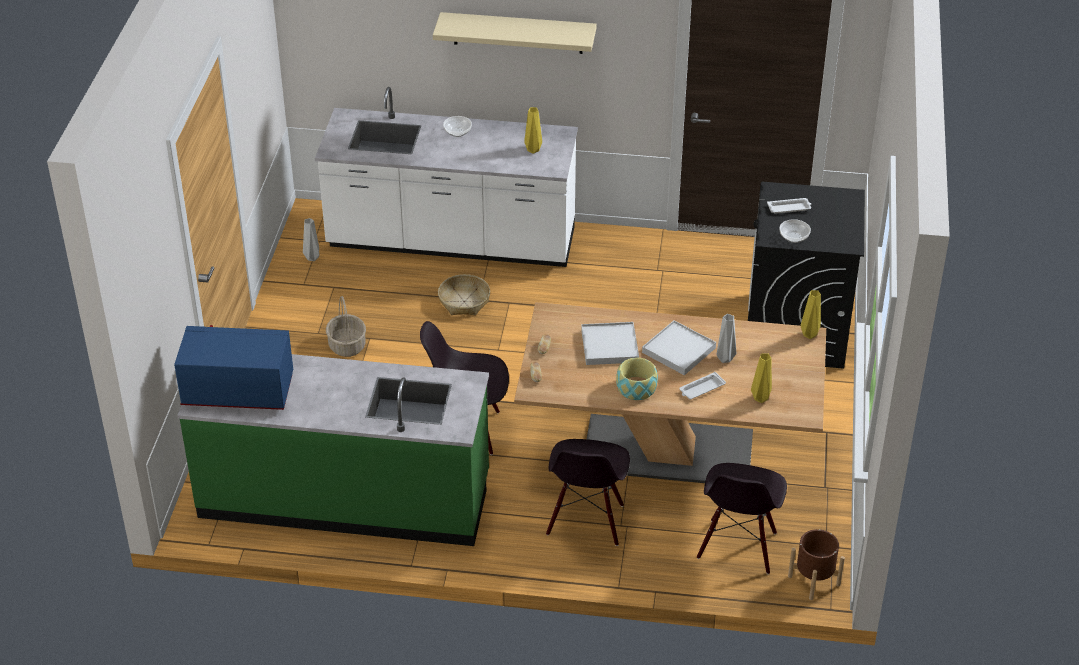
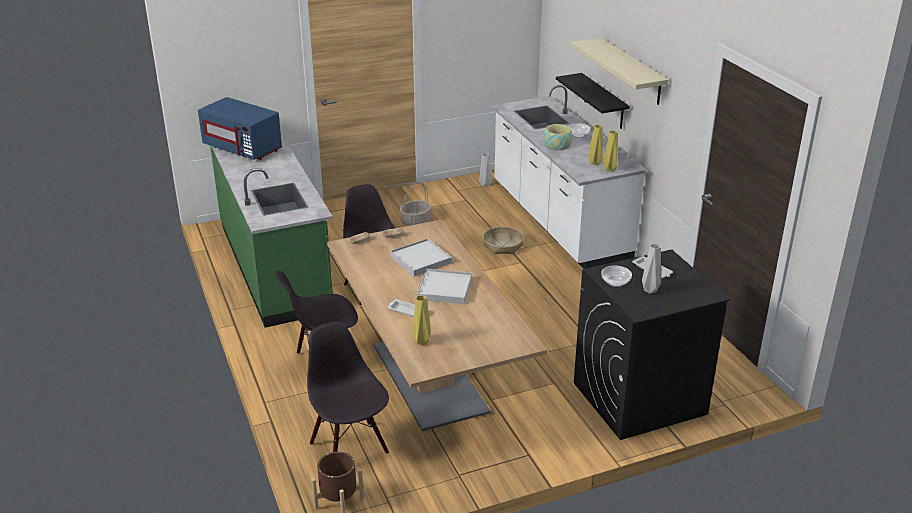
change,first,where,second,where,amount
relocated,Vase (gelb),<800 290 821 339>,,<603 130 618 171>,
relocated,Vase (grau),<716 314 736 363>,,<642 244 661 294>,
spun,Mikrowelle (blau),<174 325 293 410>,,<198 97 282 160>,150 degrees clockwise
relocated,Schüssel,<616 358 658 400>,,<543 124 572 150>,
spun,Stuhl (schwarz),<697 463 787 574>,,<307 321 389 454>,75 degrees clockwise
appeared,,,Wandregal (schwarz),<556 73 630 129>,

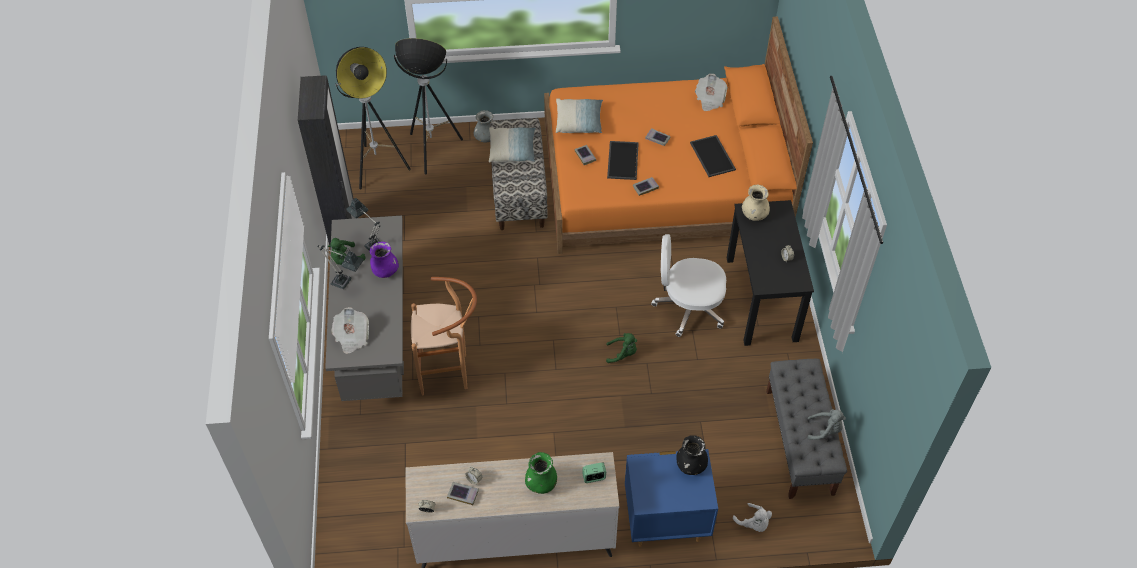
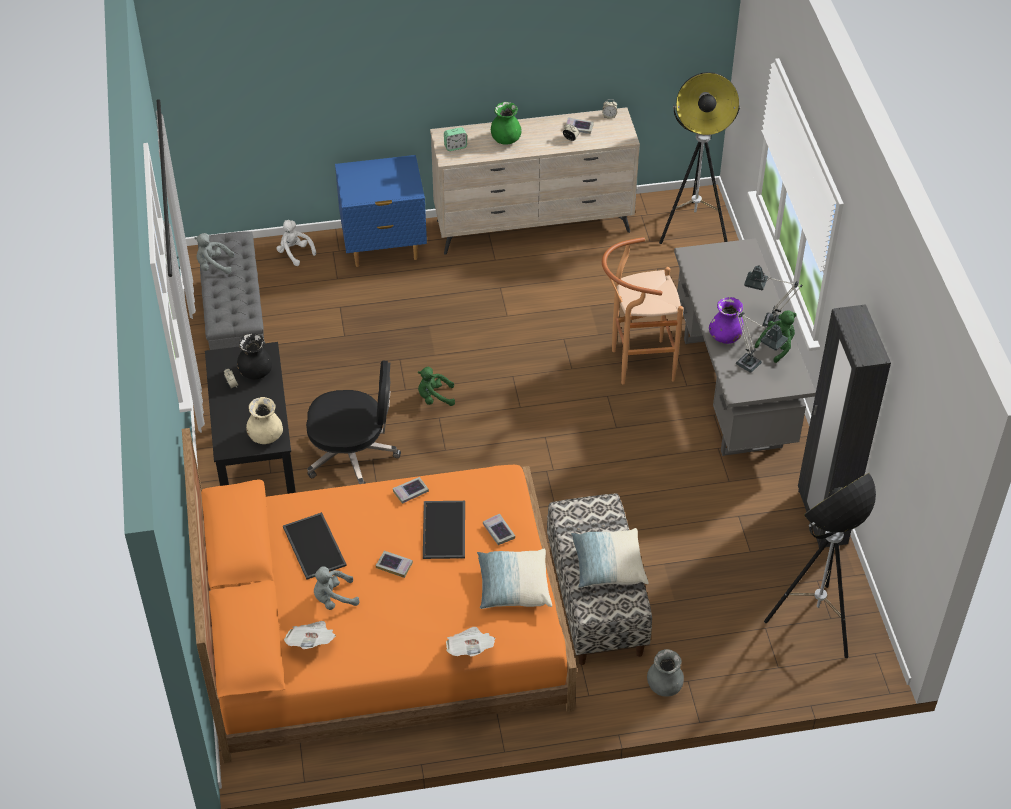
change,first,where,second,where,amount
relocated,Stehlampe,<393 38 463 175>,,<659 72 740 244>,
colour,Bürostuhl (weiß),<651 234 726 337>,Bürostuhl (schwarz),<306 361 401 484>,
relocated,Zeitung,<331 307 369 354>,,<446 627 496 657>,
relocated,Vase (schwarz),<676 435 708 475>,,<237 333 272 379>,
appeared,,,Plüschtier (grau),<312 566 360 610>,

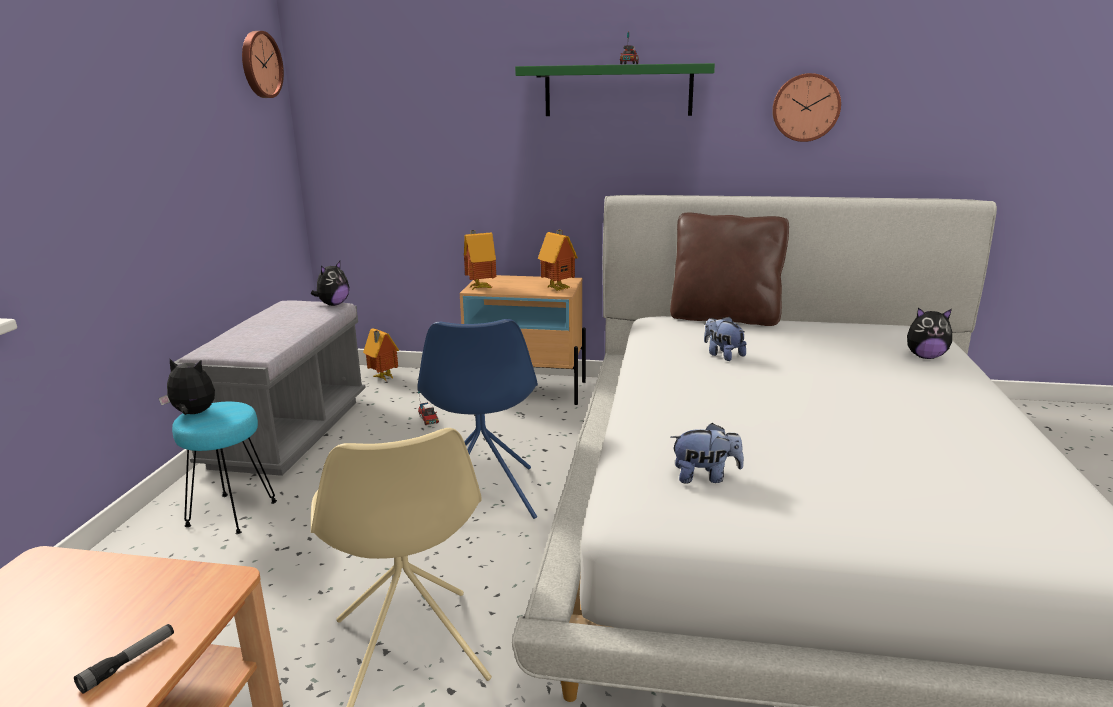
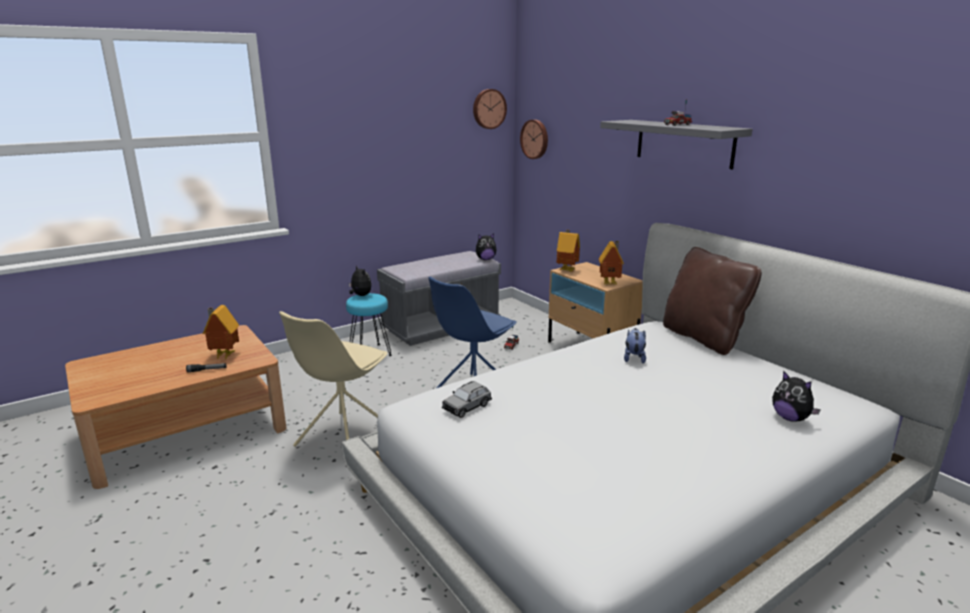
change,first,where,second,where,amount
colour,Wandregal (grün),<515 63 715 116>,Wandregal (grau),<600 120 753 169>,
relocated,Wanduhr,<772 73 841 142>,,<520 120 548 159>,
relocated,Spielzeughaus,<363 328 399 382>,,<203 305 239 360>,
exchanged,Plüschtier,<670 423 744 484>,Spielzeugauto (grau),<442 381 492 418>,

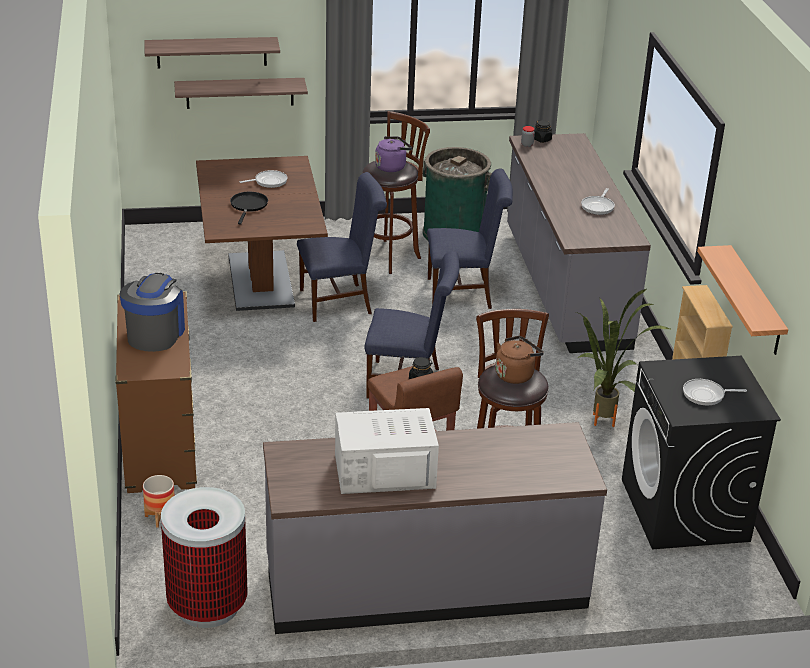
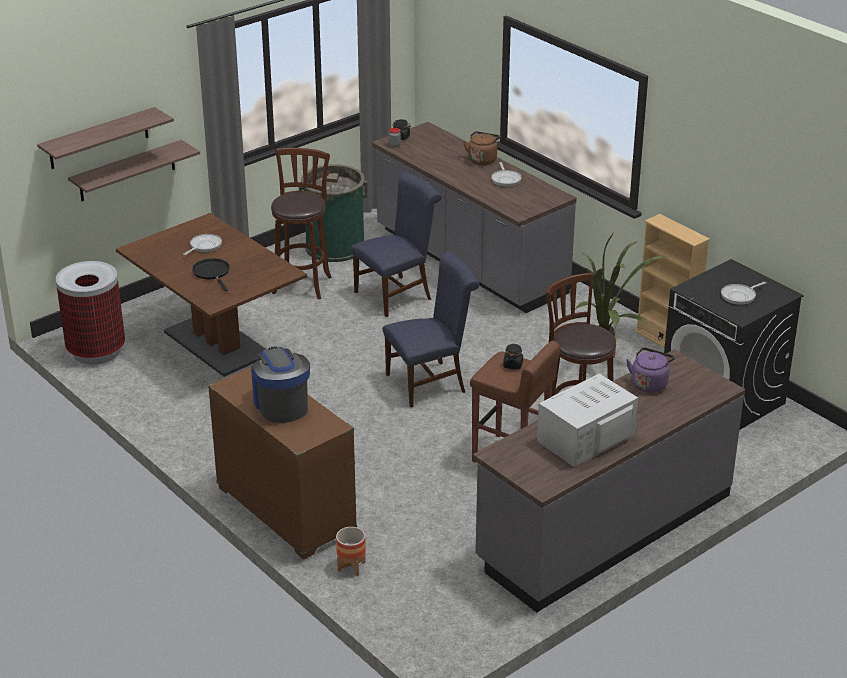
change,first,where,second,where,amount
relocated,Wasserkessel (lila),<375 136 413 172>,,<626 347 675 393>,
missing,Stuhl (blau),<297 172 387 322>,,,
missing,Wandregal,<697 245 788 355>,,,
relocated,Wasserkessel (braun),<495 336 544 384>,,<463 131 501 165>,
relocated,Mülleimer,<161 487 247 628>,,<56 261 125 365>,

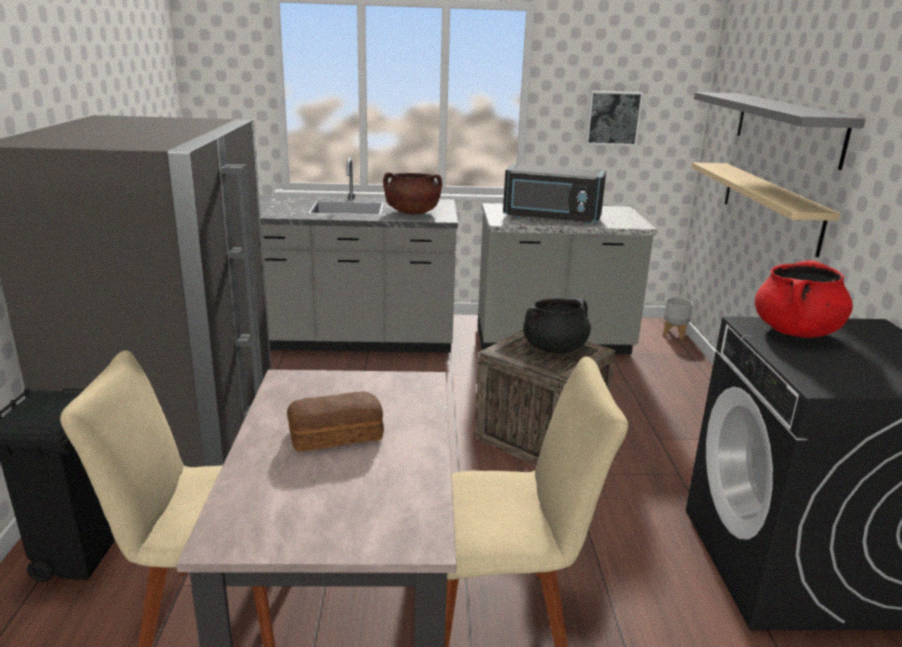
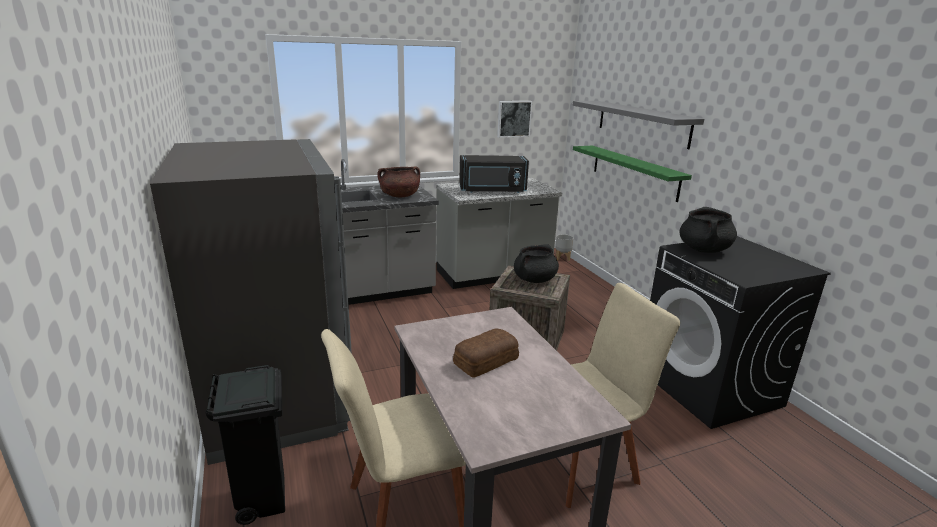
change,first,where,second,where,amount
colour,Wandregal (beige),<692 162 840 257>,Wandregal (grün),<573 146 692 202>,
colour,Kochtopf (rot),<755 260 853 338>,Kochtopf (schwarz),<679 207 737 253>,

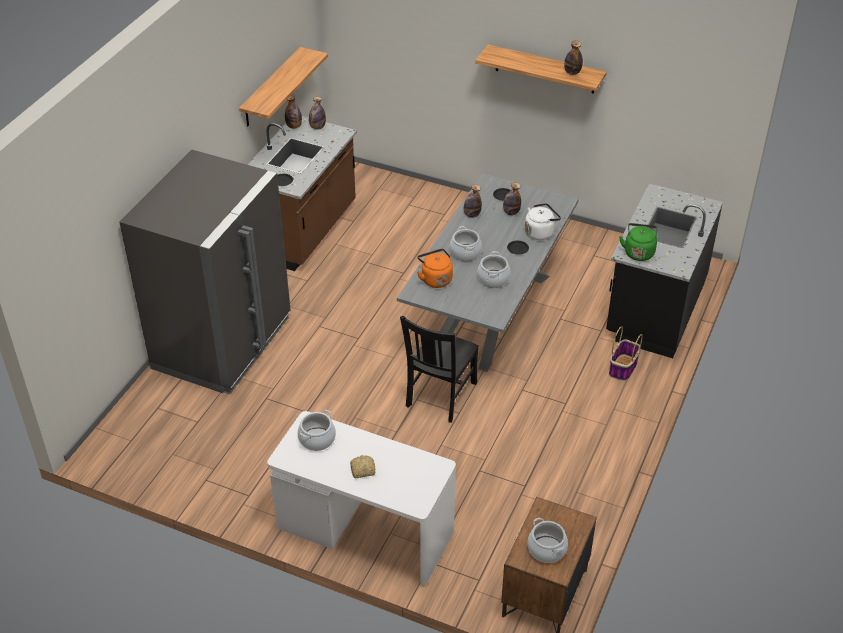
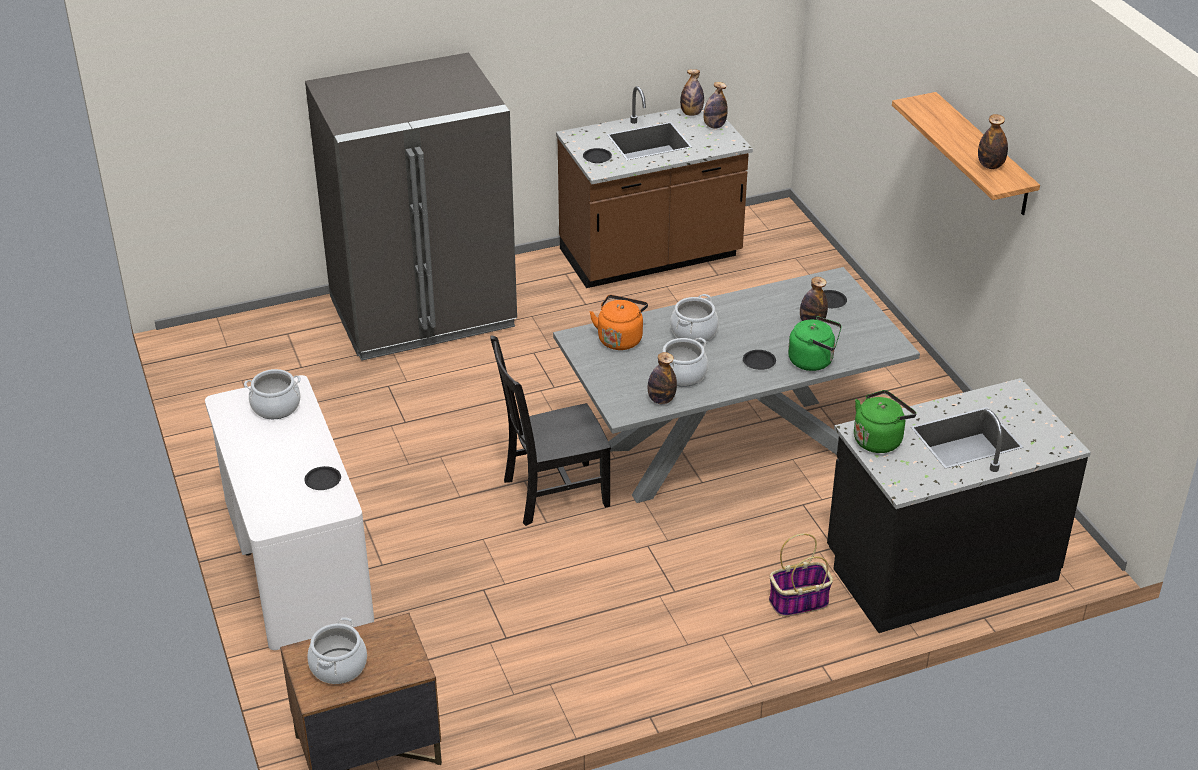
change,first,where,second,where,amount
missing,Wandregal,<239 47 328 126>,,,
relocated,Flasche,<464 185 482 218>,,<648 352 677 404>,
colour,Wasserkessel (weiß),<525 203 561 240>,Wasserkessel (grün),<788 316 842 371>,
missing,Brot,<350 455 375 478>,,,
appeared,,,Teller (schwarz),<304 466 341 490>,

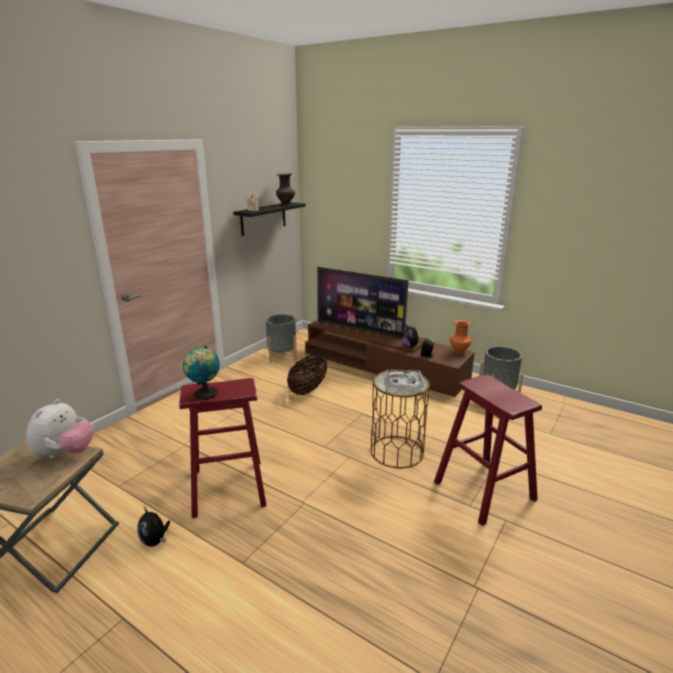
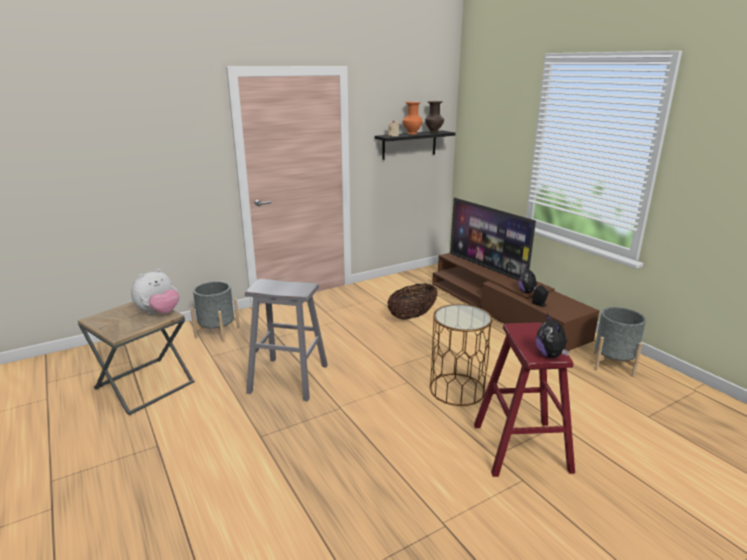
change,first,where,second,where,amount
relocated,Pflanzkübel (grau),<266 314 297 363>,,<190 281 240 342>,
relocated,Vase (orange),<450 320 471 354>,,<403 102 422 134>,
missing,Globus,<183 346 220 399>,,,
missing,Tablett,<386 370 426 388>,,,
colour,Hocker (rot),<179 378 267 518>,Hocker (grau),<245 279 328 401>,
relocated,Plüschtier,<137 507 170 547>,,<536 313 569 358>,

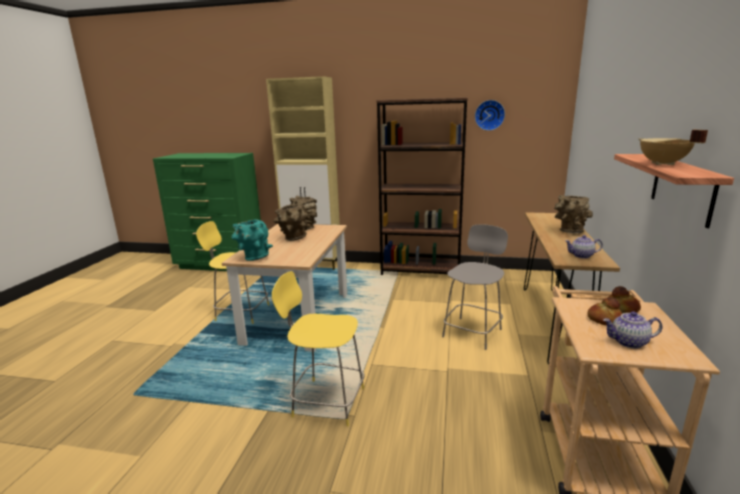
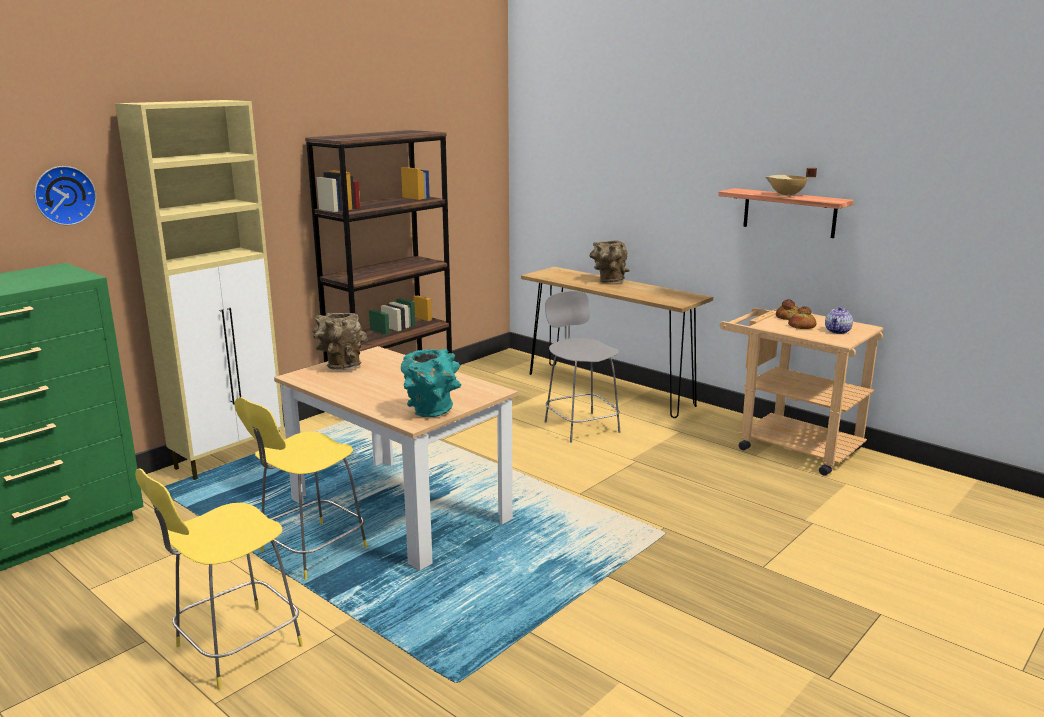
change,first,where,second,where,amount
relocated,Wanduhr,<475 100 505 131>,,<34 166 96 225>,
missing,Vase (braun),<274 204 311 241>,,,
missing,Teekanne,<565 235 603 258>,,,
relocated,Hocker (gelb),<272 271 365 427>,,<135 468 303 690>,

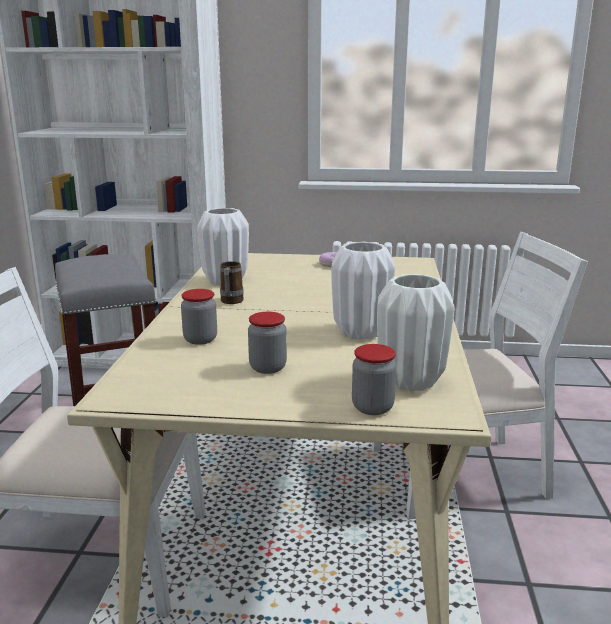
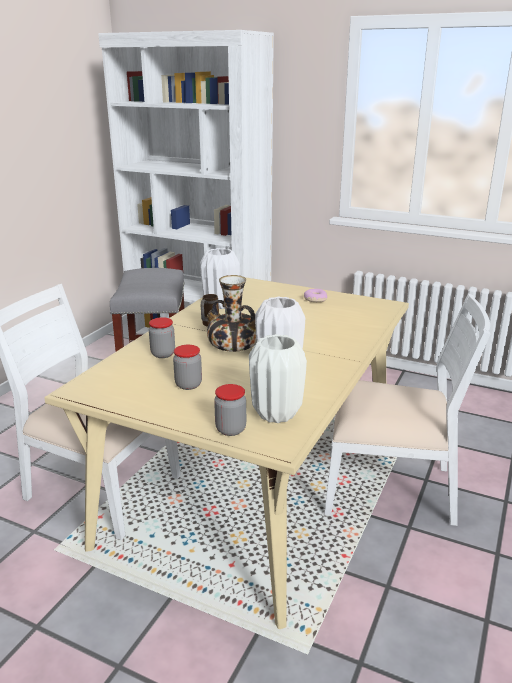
change,first,where,second,where,amount
appeared,,,Vase,<207 275 257 352>,

